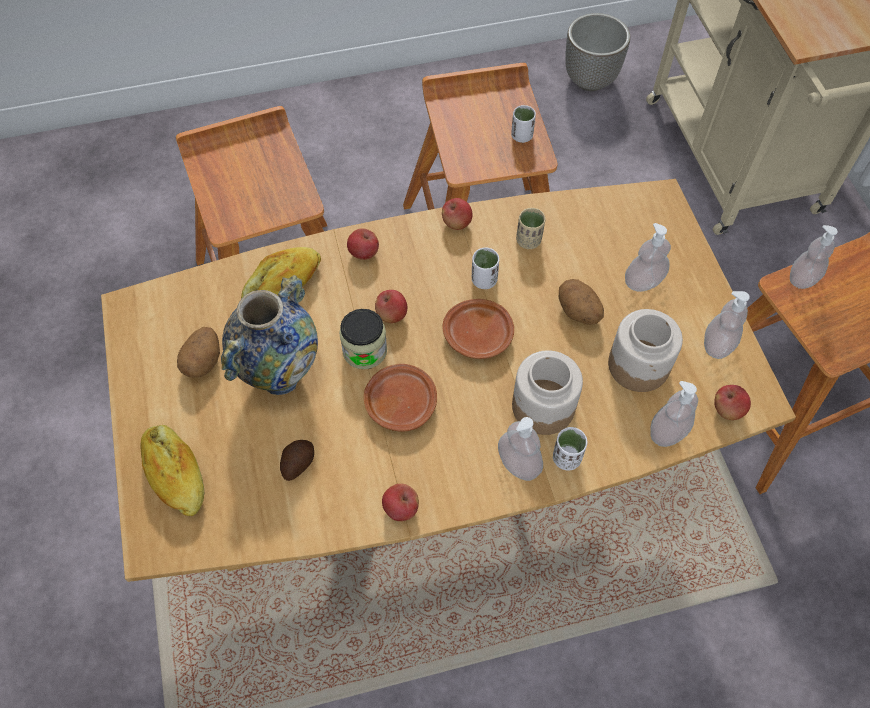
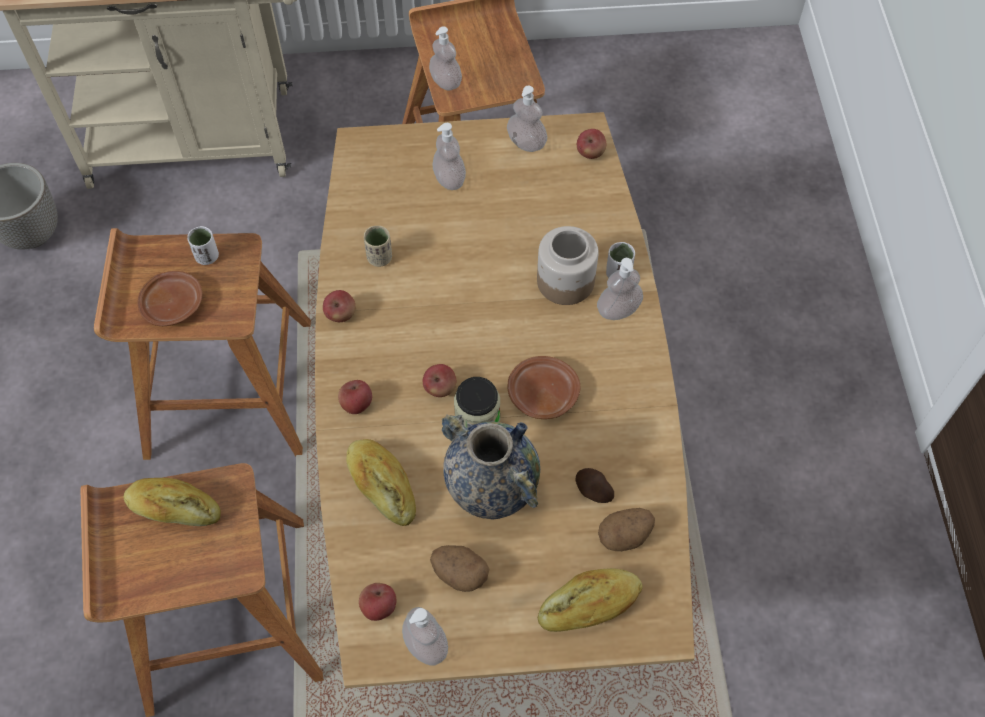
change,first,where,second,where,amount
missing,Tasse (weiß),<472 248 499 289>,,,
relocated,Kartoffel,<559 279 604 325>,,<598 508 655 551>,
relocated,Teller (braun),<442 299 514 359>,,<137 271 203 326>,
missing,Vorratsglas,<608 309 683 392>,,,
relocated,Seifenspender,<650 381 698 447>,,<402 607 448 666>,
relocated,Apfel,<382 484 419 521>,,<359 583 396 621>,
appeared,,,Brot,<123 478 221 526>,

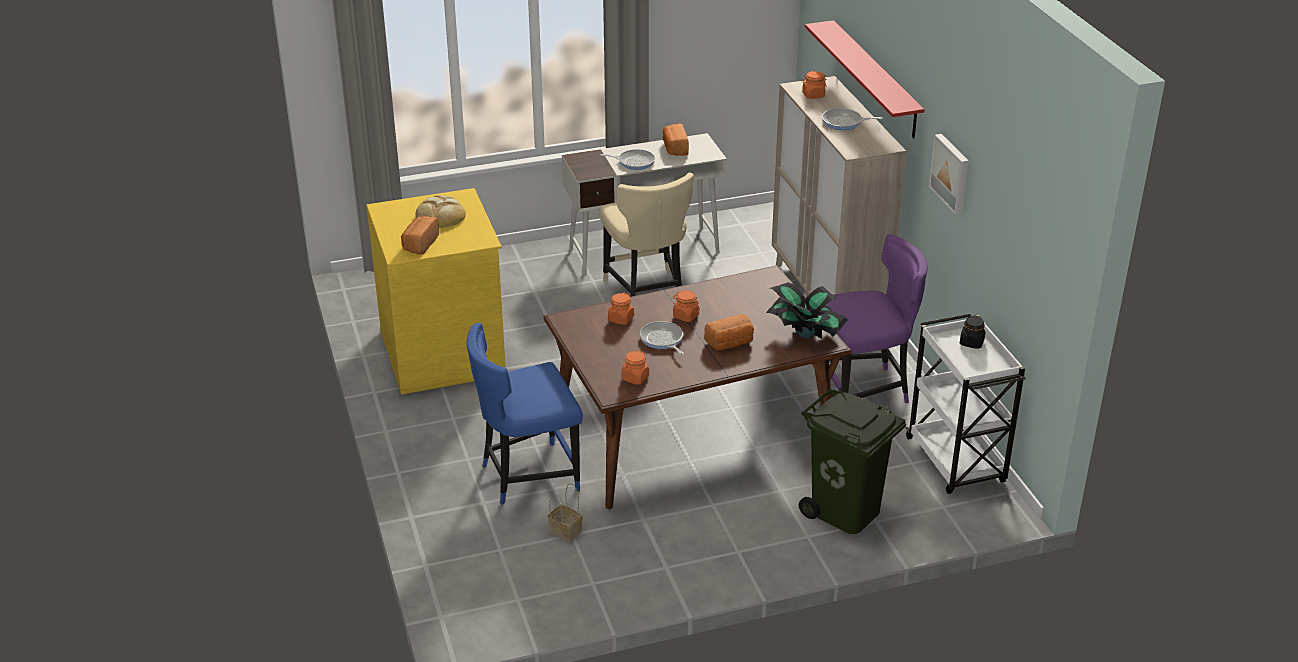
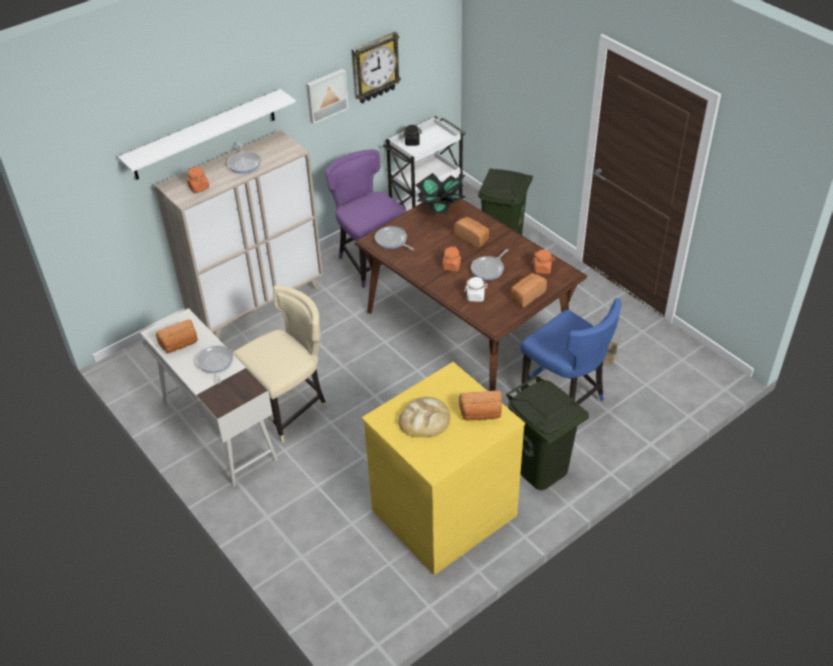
change,first,where,second,where,amount
colour,Wandregal (rot),<805 20 925 139>,Wandregal (weiß),<118 89 296 180>,
colour,Vorratsglas (orange),<608 292 634 325>,Vorratsglas (weiß),<465 277 488 302>,
appeared,,,Wanduhr,<351 32 401 104>,
appeared,,,Pfanne,<375 226 414 250>,
appeared,,,Brot,<510 273 547 308>,
appeared,,,Mülleimer (grün),<506 375 589 490>,

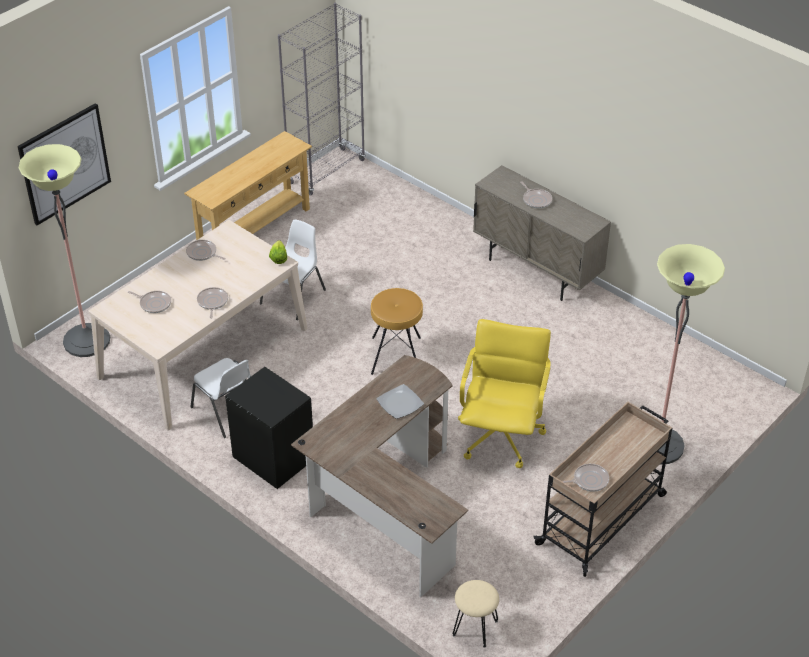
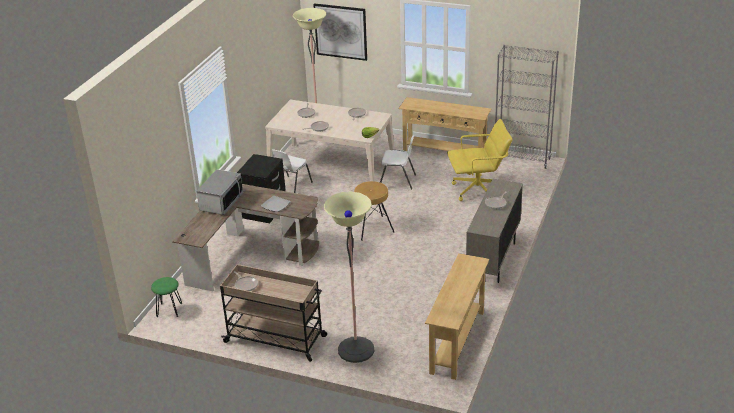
change,first,where,second,where,amount
relocated,Bürostuhl (gelb),<458 319 551 468>,,<447 119 512 201>,
colour,Hocker (beige),<453 580 499 648>,Hocker (grün),<151 277 182 317>,
appeared,,,Mikrowelle,<196 169 243 215>,
appeared,,,Konsolentisch (beige),<425 253 489 380>,

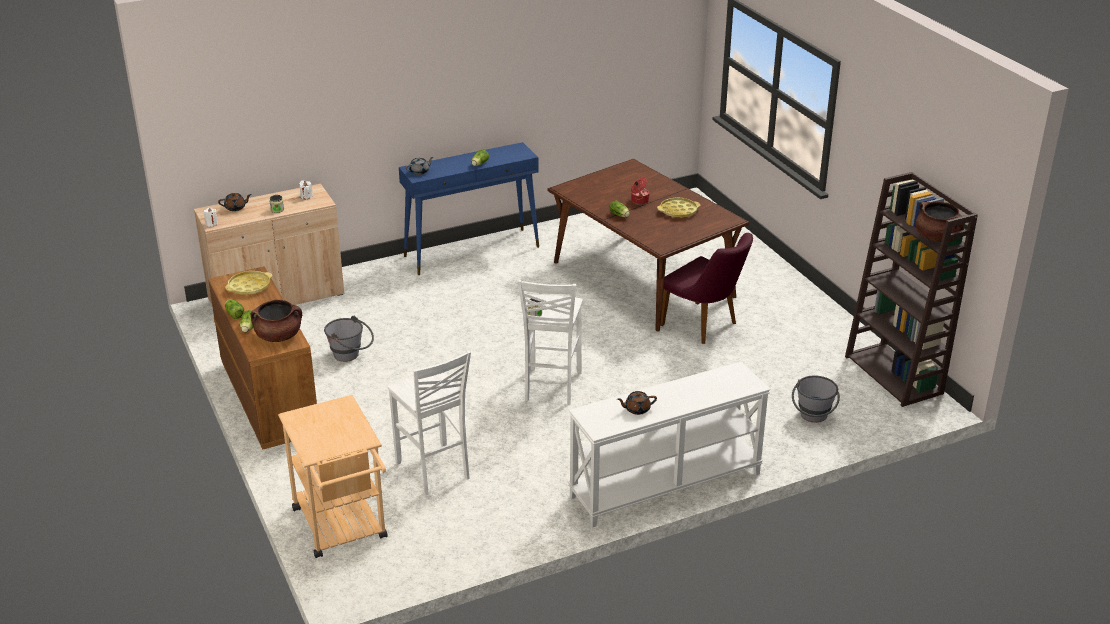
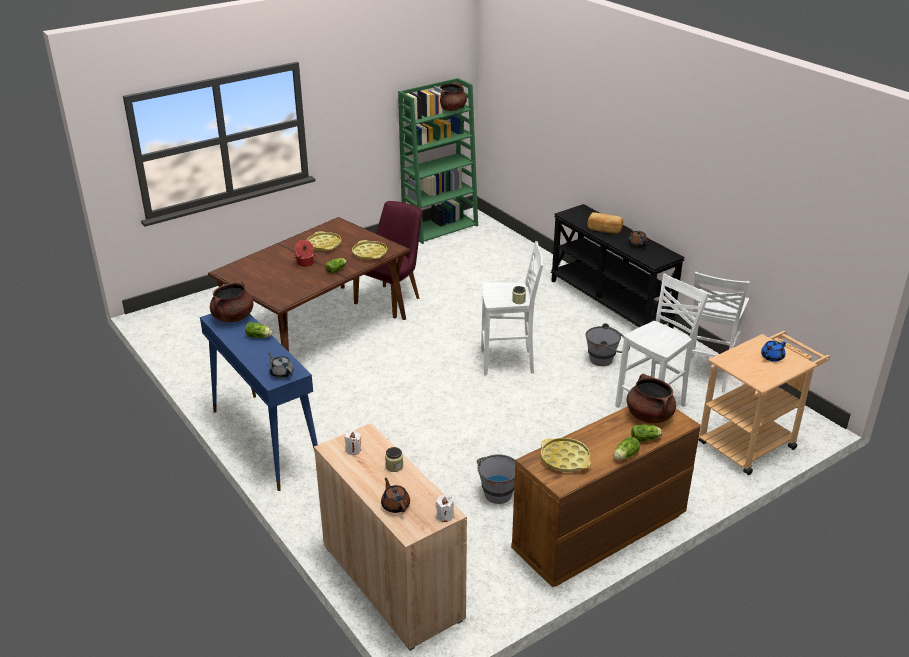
change,first,where,second,where,amount
colour,Bücherregal (braun),<845 172 978 407>,Bücherregal (grün),<398 78 478 244>,
colour,Konsolentisch (weiß),<568 361 770 527>,Konsolentisch (schwarz),<551 204 685 328>,
relocated,Eimer (grau),<792 375 840 423>,,<585 323 630 366>,
appeared,,,Brot,<587 212 623 234>,
appeared,,,Tablett (gelb),<352 240 387 260>,
appeared,,,Hocker (weiß),<690 272 750 392>,
appeared,,,Kochtopf (braun),<210 281 254 322>,
appeared,,,Teekanne (blau),<761 341 786 362>,

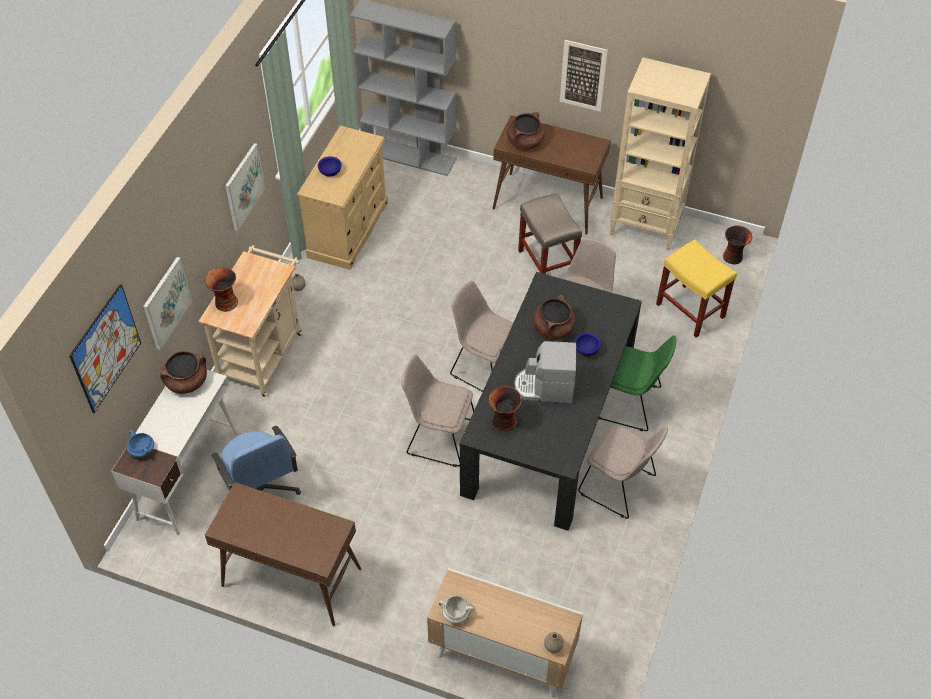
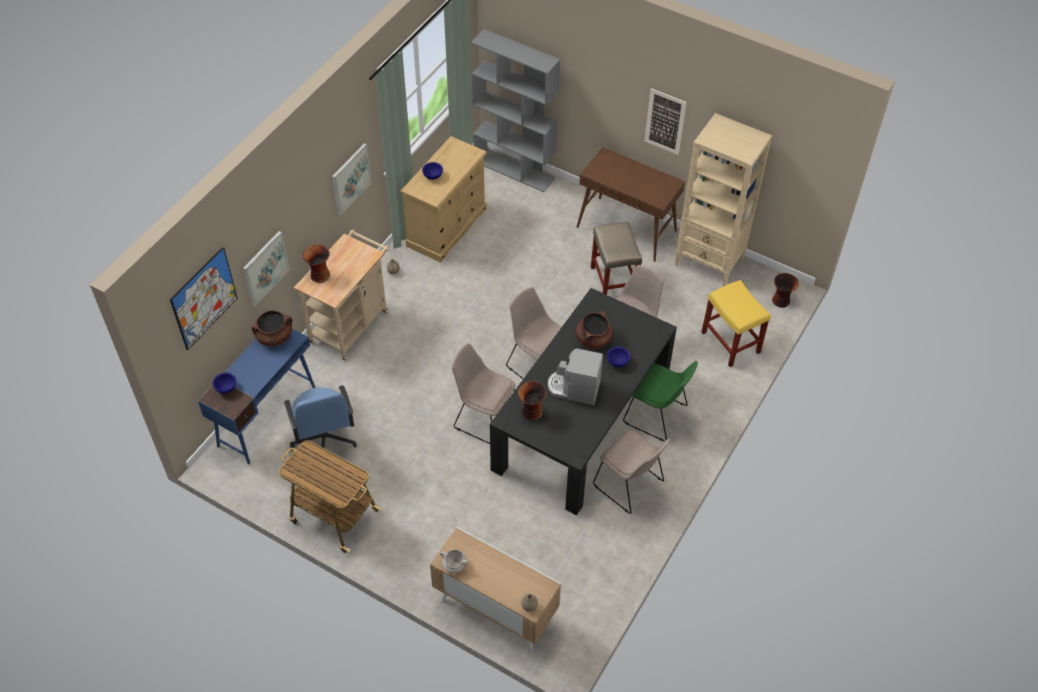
change,first,where,second,where,amount
missing,Kochtopf (braun),<507 112 545 150>,,,
colour,Schreibtisch (weiß),<111 370 238 535>,Schreibtisch (blau),<198 329 315 465>,
exchanged,Kochtopf (blau),<127 430 154 457>,Schüssel (blau),<213 372 237 394>,
exchanged,Konsolentisch (braun),<205 482 361 626>,Rollwagen,<279 440 382 553>,

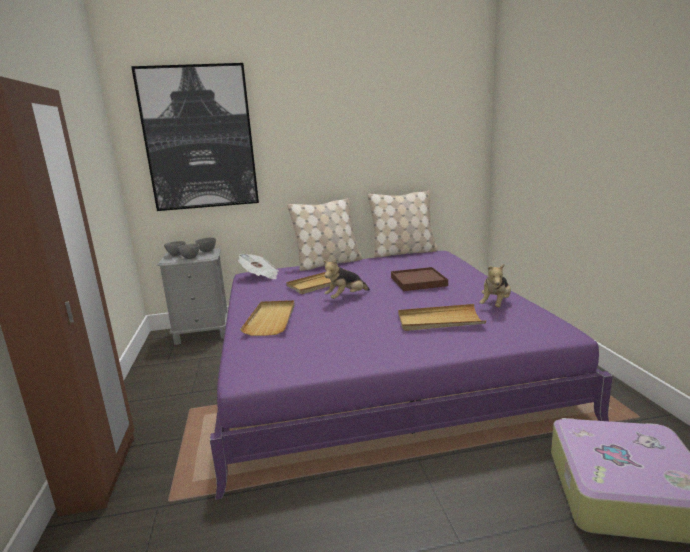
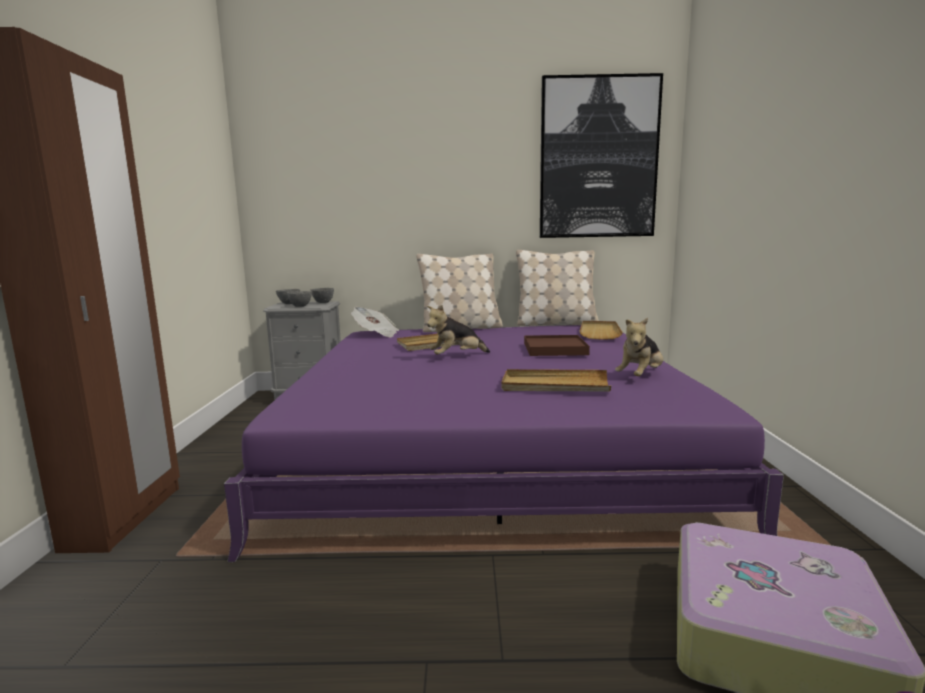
change,first,where,second,where,amount
relocated,Bild,<131 63 259 211>,,<540 73 663 238>,
relocated,Tablett (beige),<240 300 295 336>,,<579 321 623 340>,

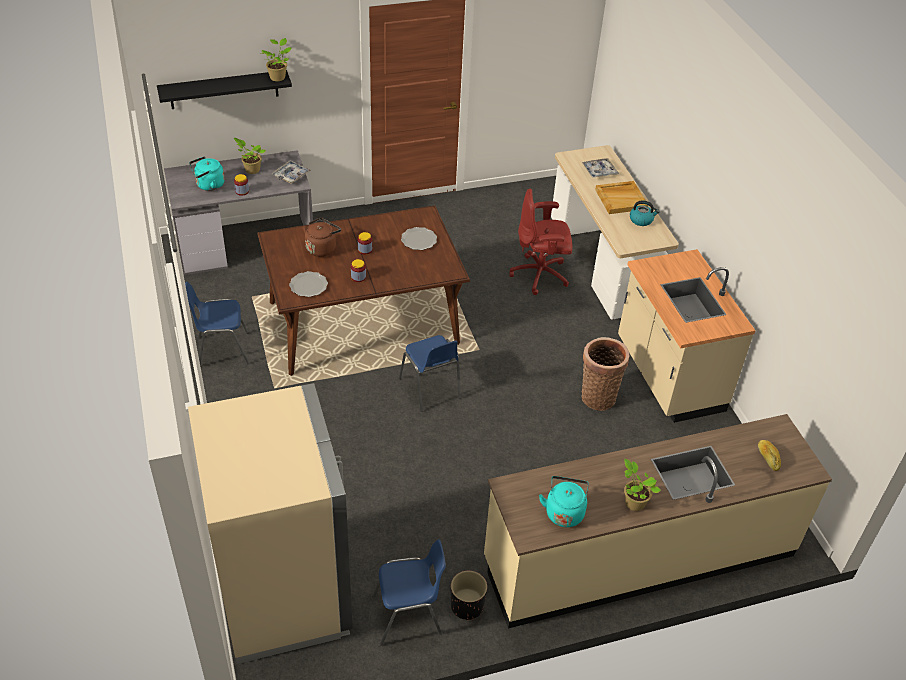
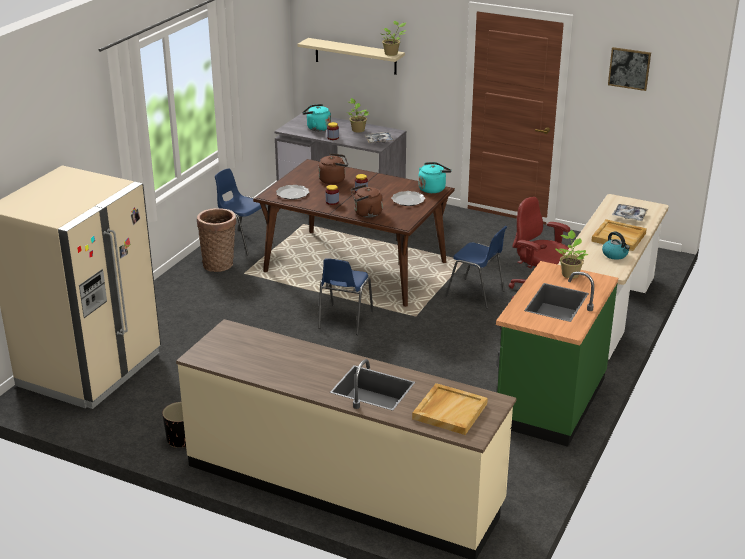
change,first,where,second,where,amount
colour,Wandregal (schwarz),<157 70 292 109>,Wandregal (beige),<297 38 405 75>,
colour,Küchenzeile (beige),<618 249 756 423>,Küchenzeile (grün),<496 261 618 447>,
relocated,Korb,<581 337 629 411>,,<197 208 236 272>,
exchanged,Brot,<758 440 781 471>,Tablett (beige),<412 383 488 435>,
relocated,Topfpflanze,<624 459 661 511>,,<555 230 588 279>,
relocated,Wasserkessel (türkis),<539 476 589 527>,,<418 162 452 193>,
relocated,Stuhl (blau),<373 539 446 646>,,<445 226 507 308>,
appeared,,,Bild,<608 47 651 91>,
appeared,,,Wasserkessel (braun),<351 184 383 218>,

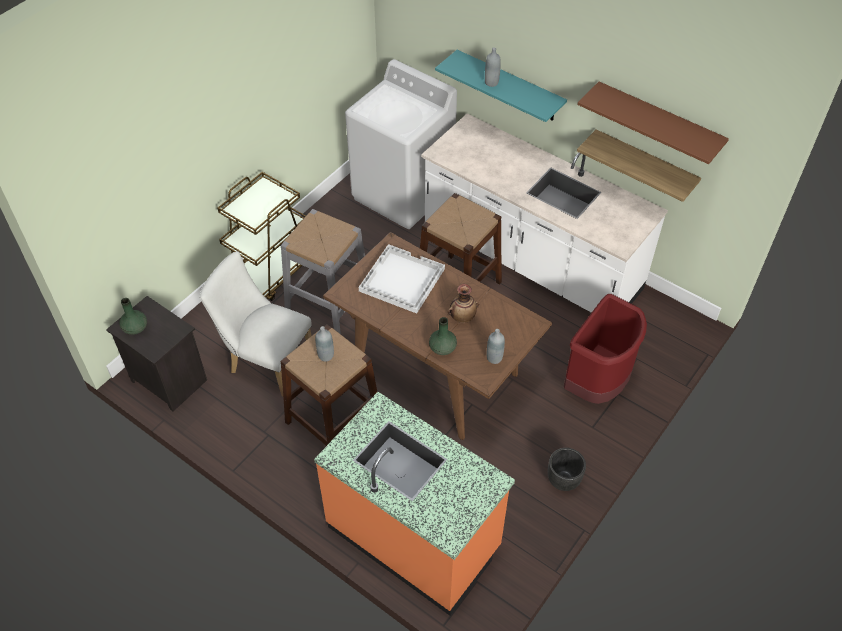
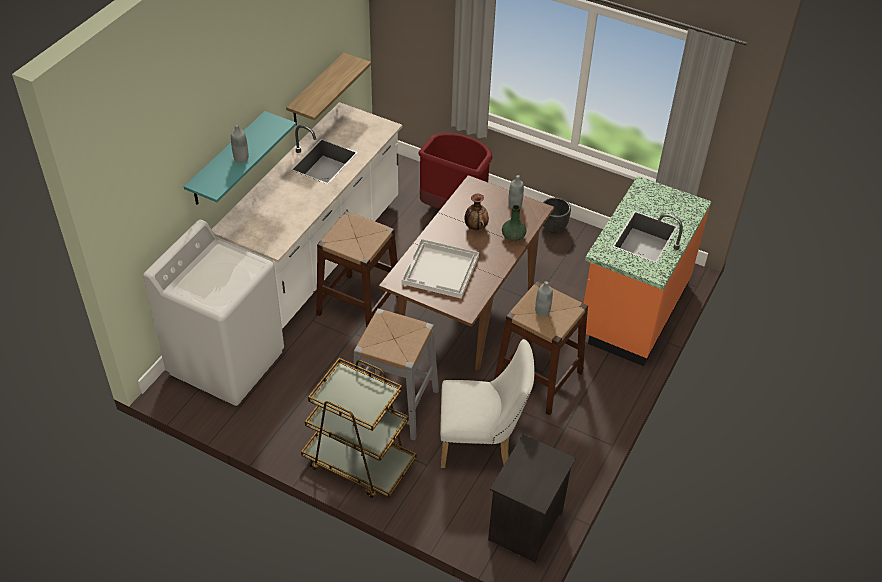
change,first,where,second,where,amount
missing,Wandregal (braun),<577 82 729 164>,,,
spun,Stuhl (weiß),<200 251 312 396>,,<440 339 535 468>,105 degrees counterclockwise
missing,Vase (grün),<119 298 147 335>,,,

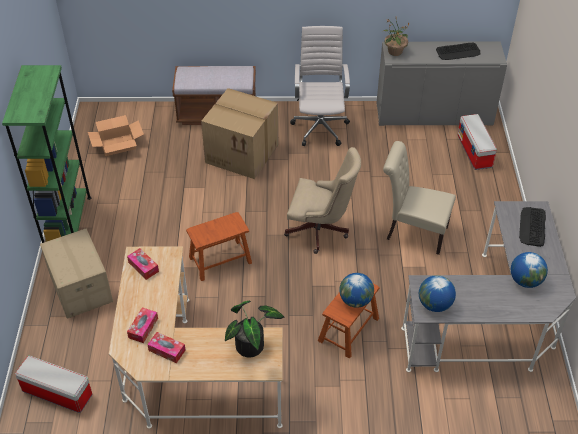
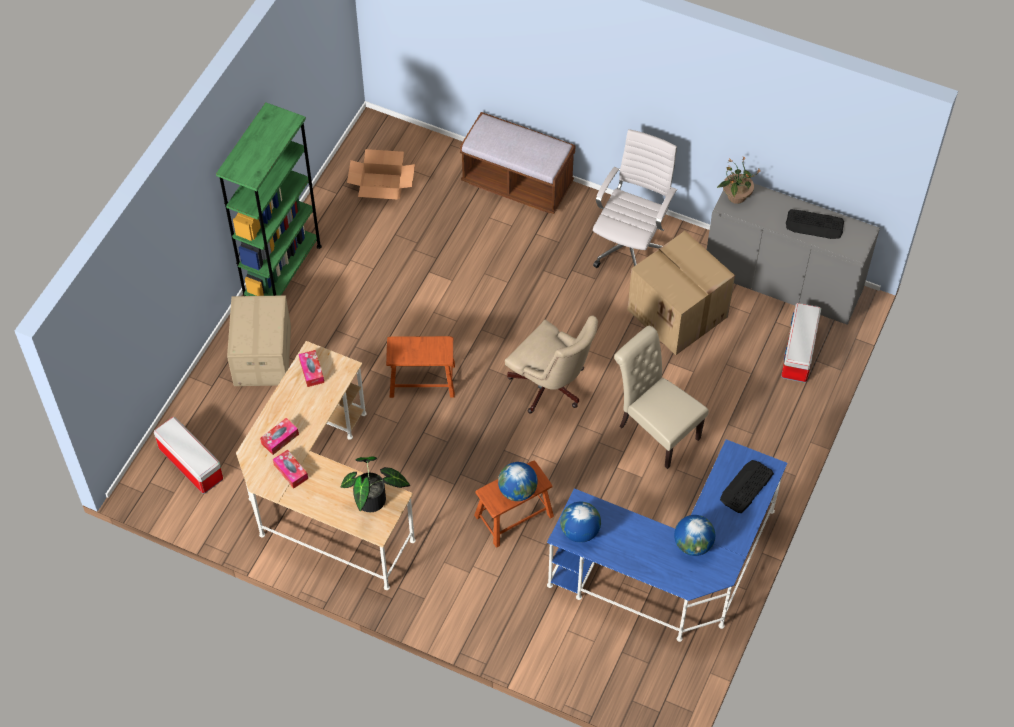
change,first,where,second,where,amount
relocated,Karton,<201 88 278 179>,,<628 231 735 355>,
colour,Schreibtisch (grau),<401 201 576 372>,Schreibtisch (blau),<547 439 787 642>,

